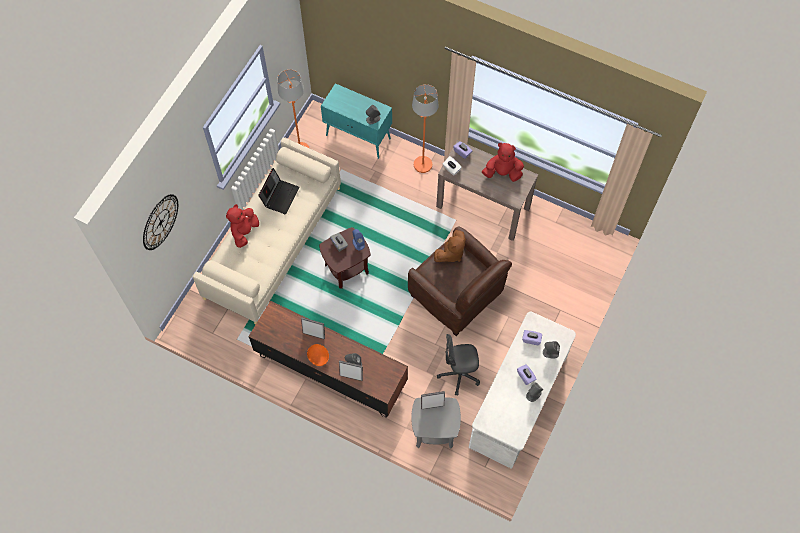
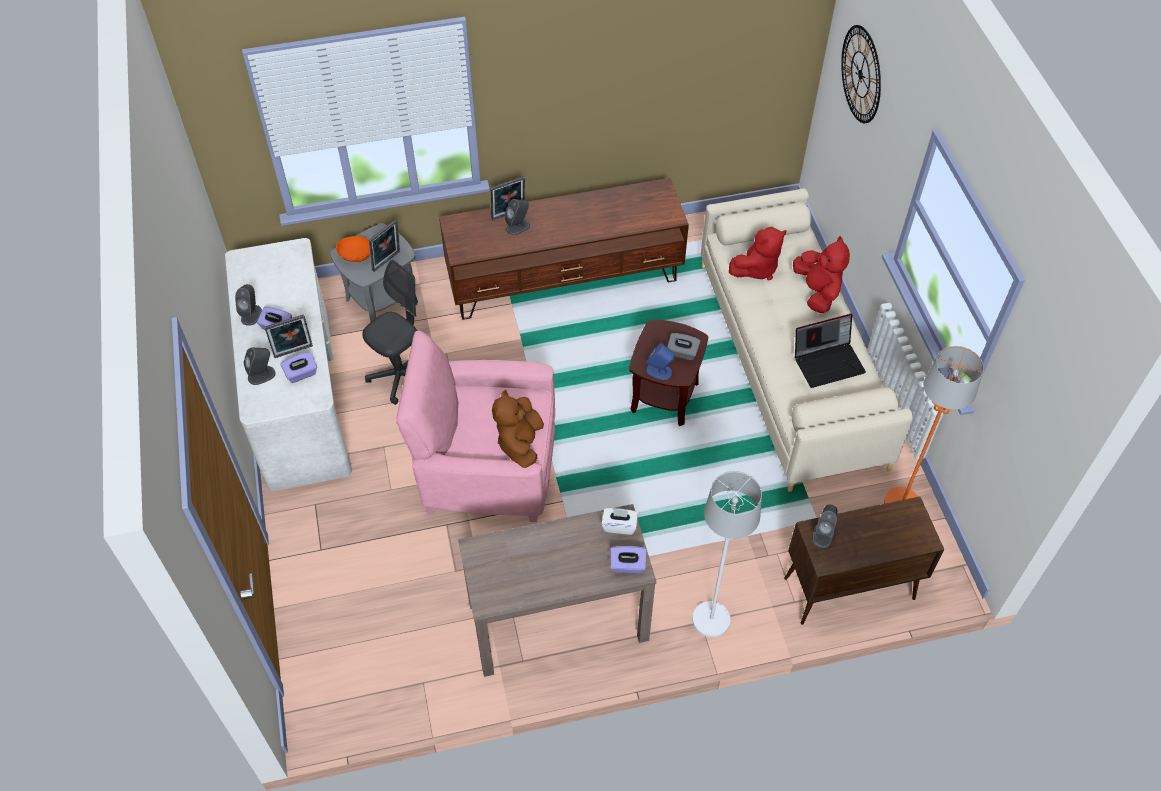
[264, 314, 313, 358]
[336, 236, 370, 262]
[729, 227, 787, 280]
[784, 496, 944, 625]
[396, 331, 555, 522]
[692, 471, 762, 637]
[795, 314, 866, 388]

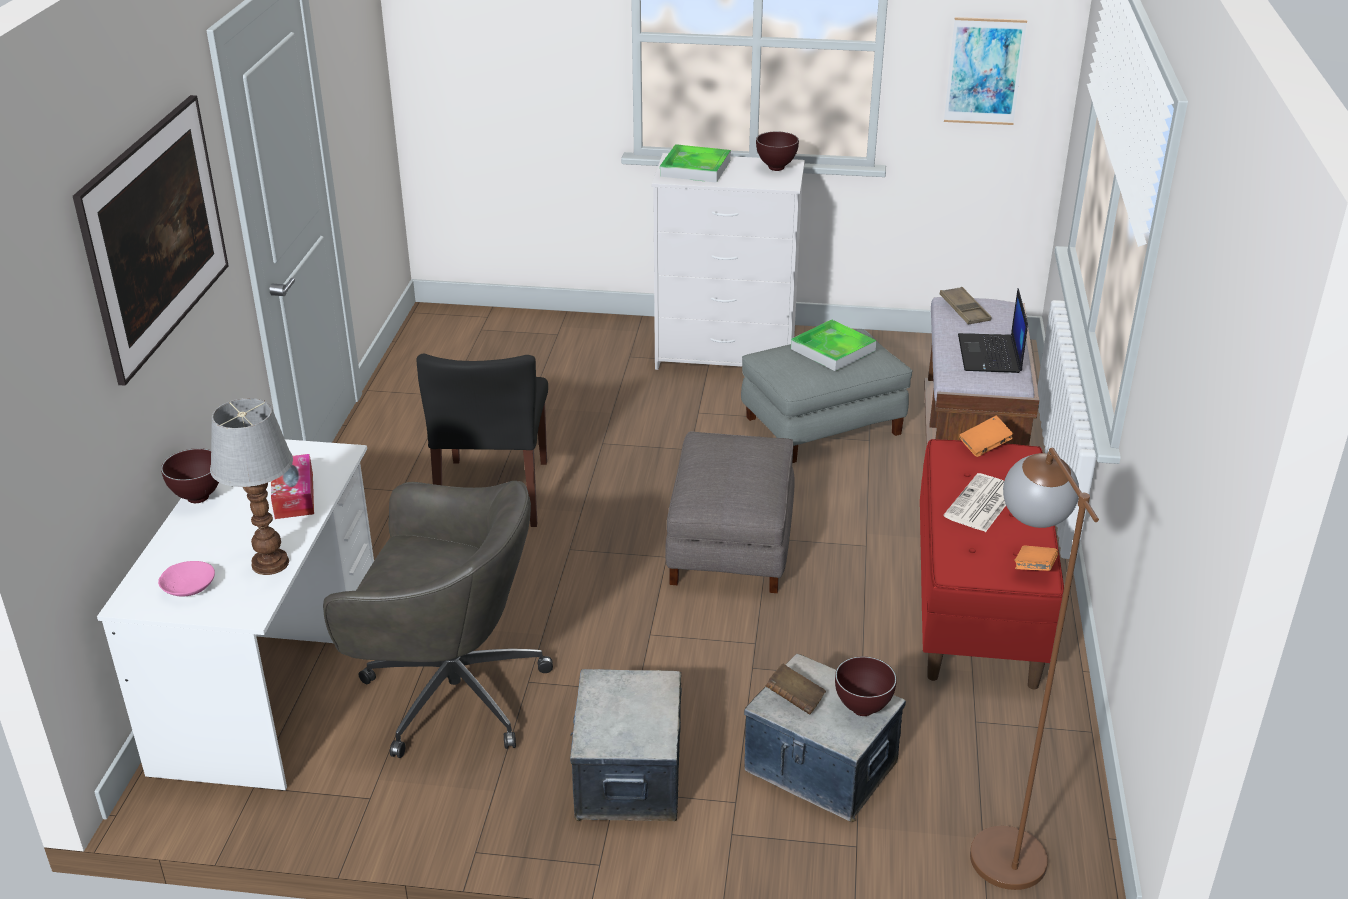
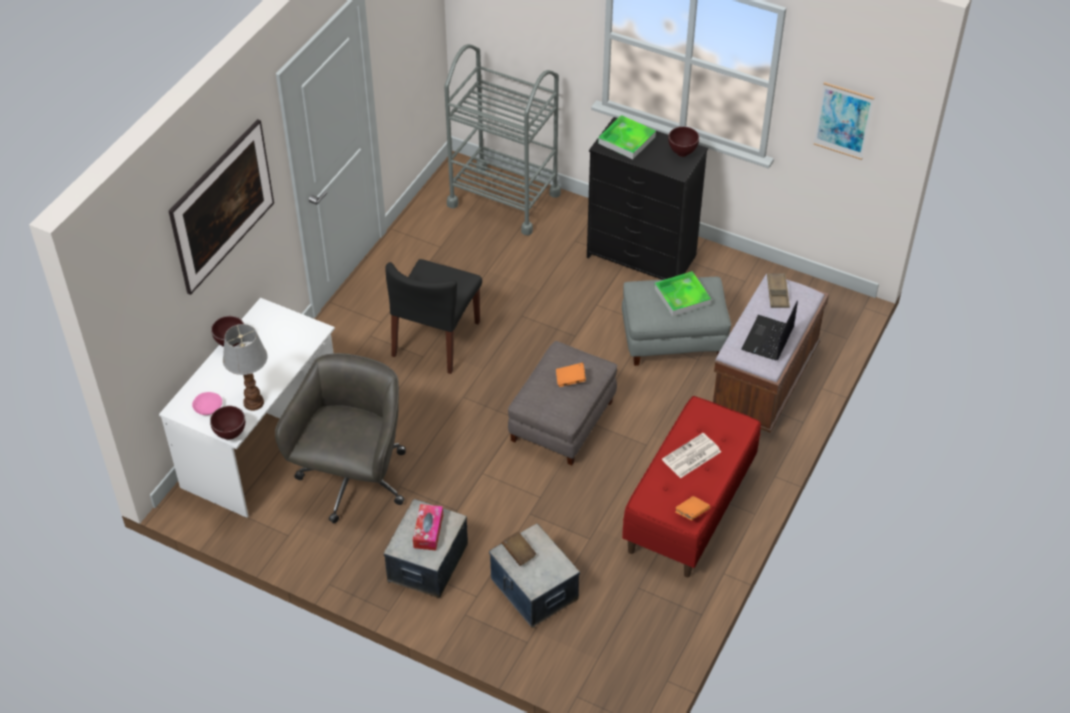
[970, 448, 1099, 890] (first image)
[444, 44, 561, 235]
[413, 504, 443, 551]
[210, 406, 245, 439]
[556, 363, 586, 387]
[587, 117, 708, 280]
[275, 353, 406, 524]

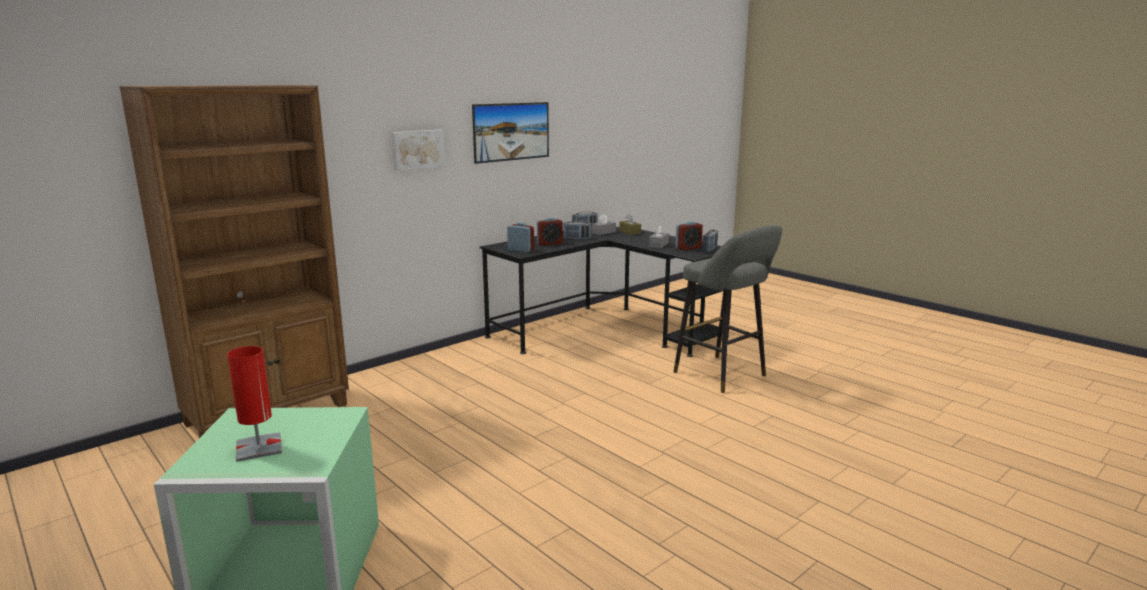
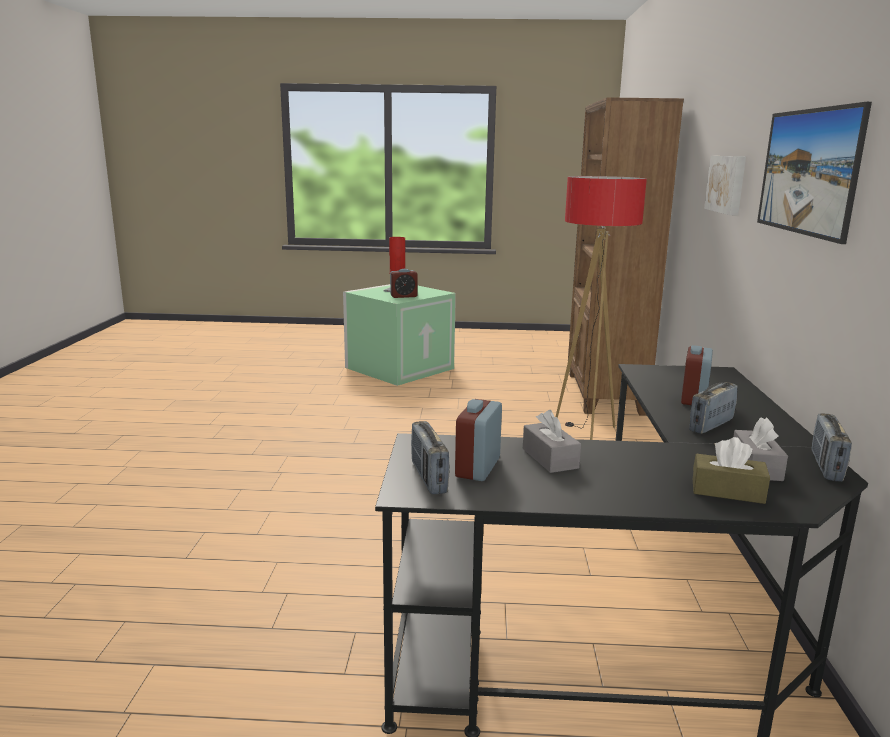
[673, 225, 782, 393] (first image)
[556, 176, 647, 440]
[390, 269, 417, 298]

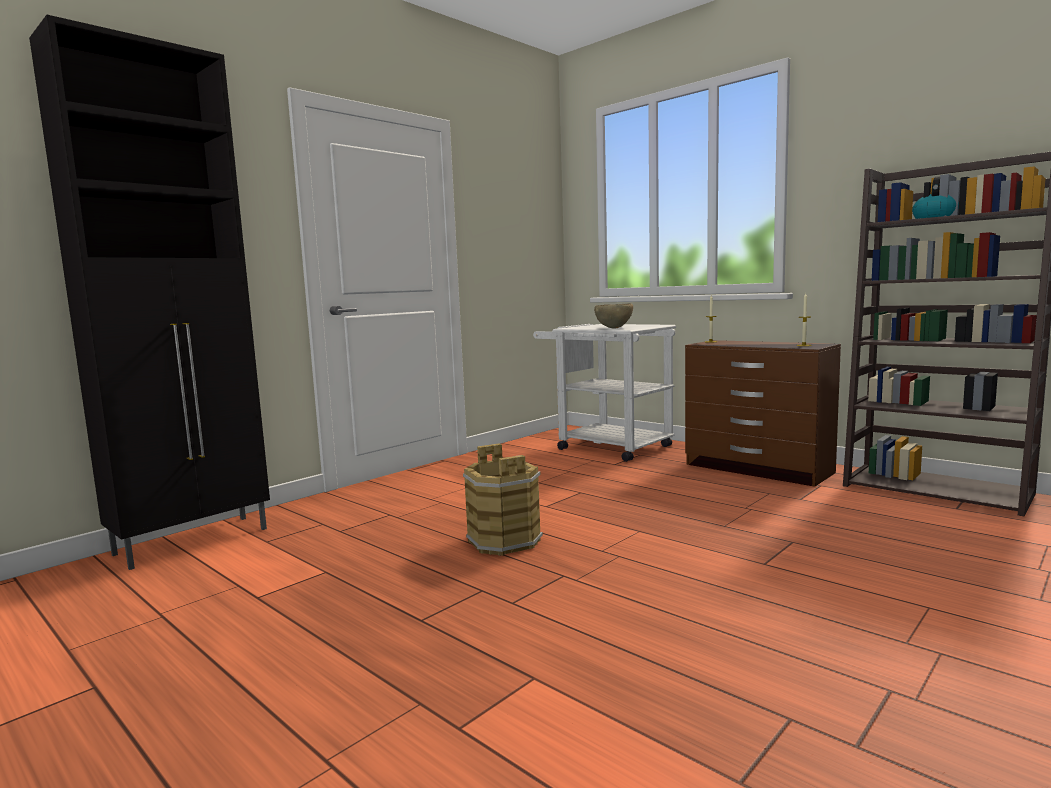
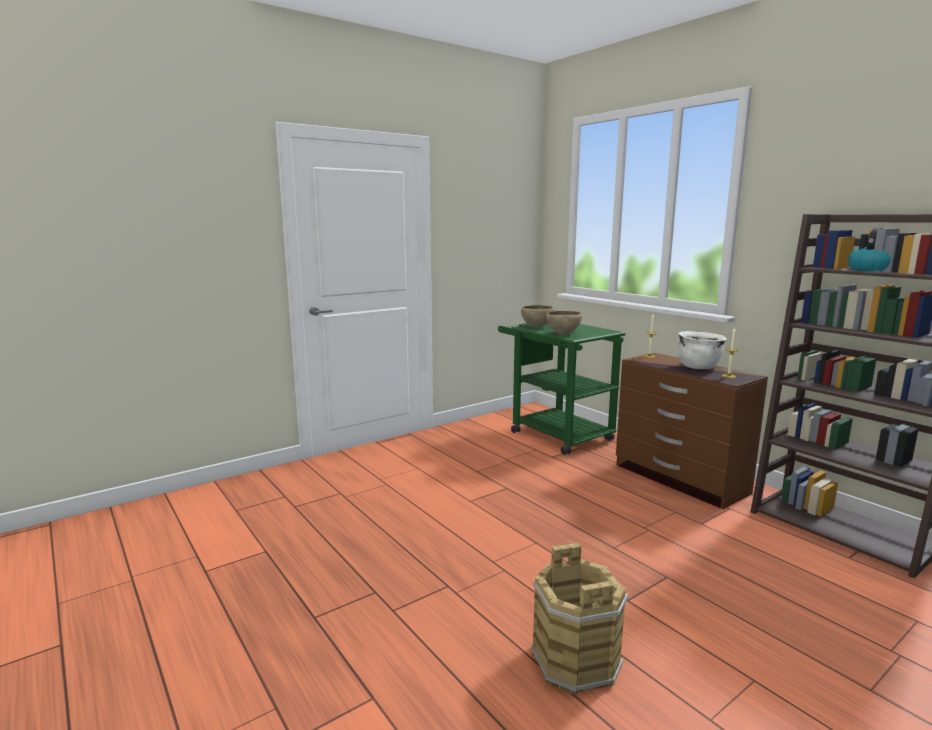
[29, 15, 270, 570] (first image)
[521, 305, 554, 328]
[679, 331, 727, 369]
[531, 543, 628, 695]
[498, 323, 625, 455]

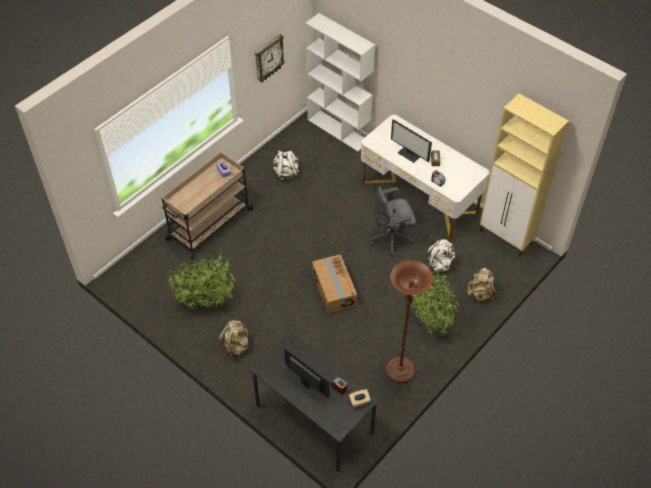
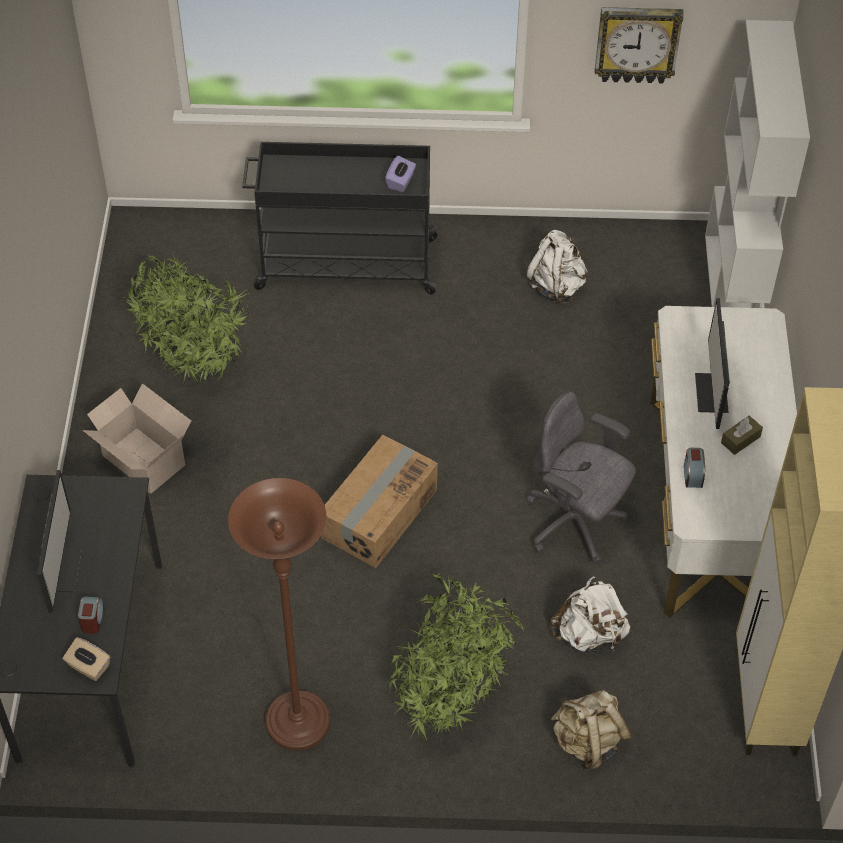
[83, 383, 191, 494]
[242, 142, 439, 295]

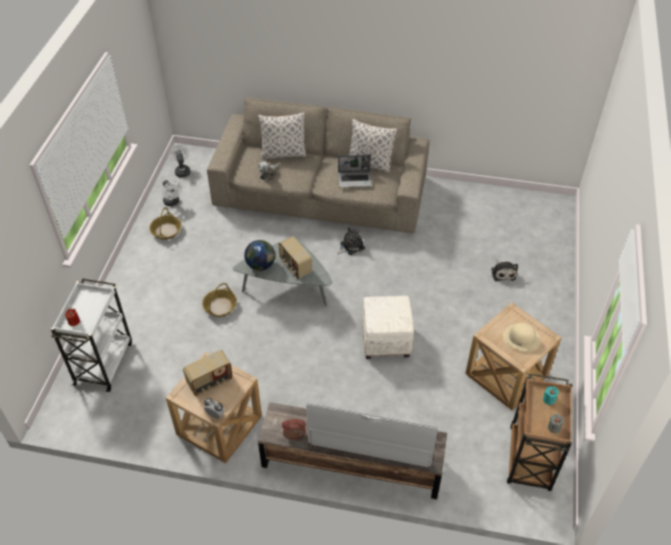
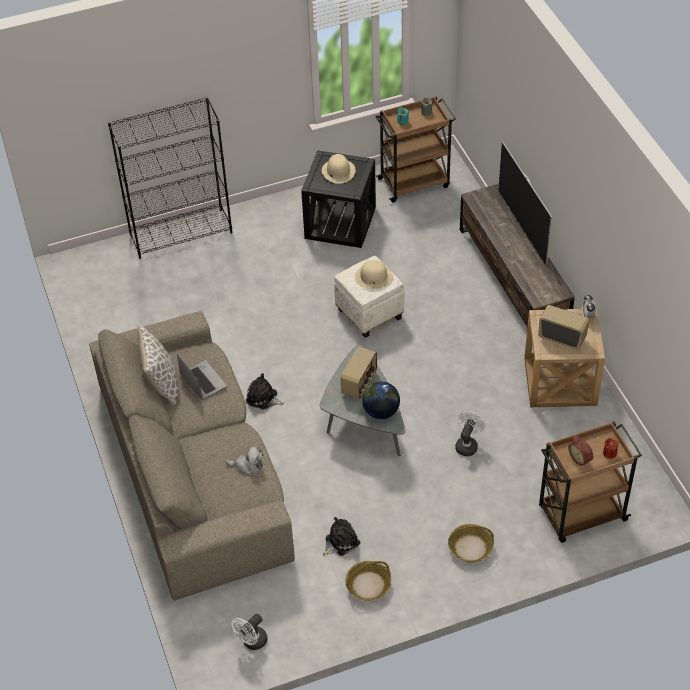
[258, 112, 306, 159] (first image)
[108, 97, 232, 259]
[355, 261, 393, 289]
[455, 411, 485, 456]
[448, 524, 494, 563]
[568, 435, 593, 466]
[323, 517, 360, 557]
[539, 422, 642, 543]
[301, 151, 376, 248]

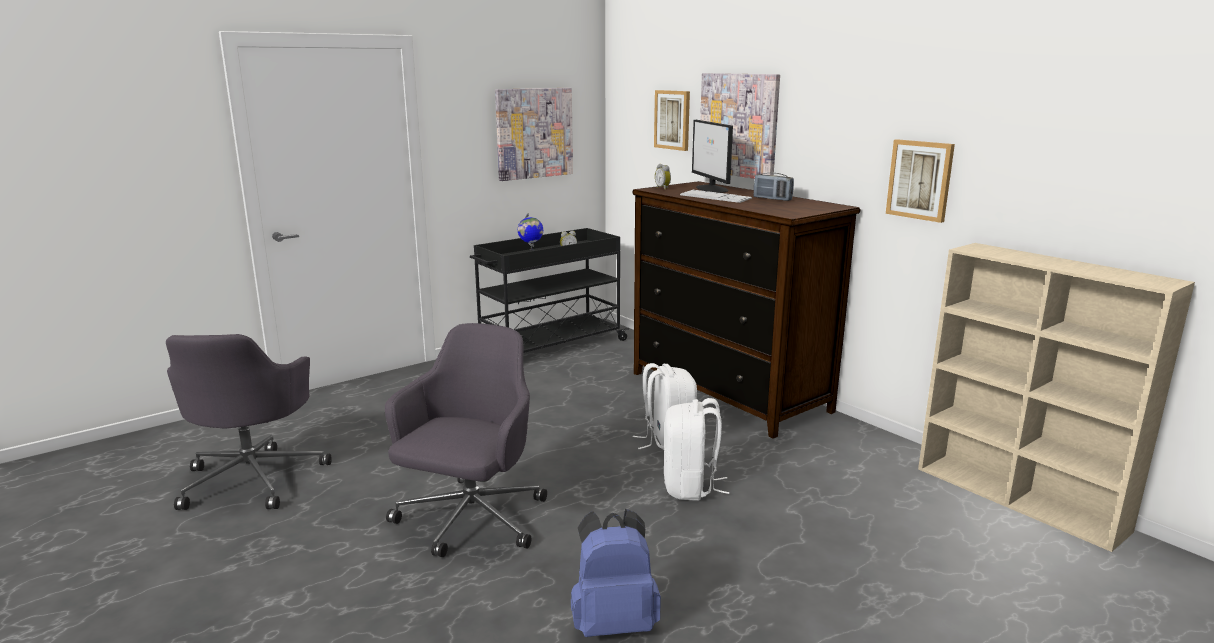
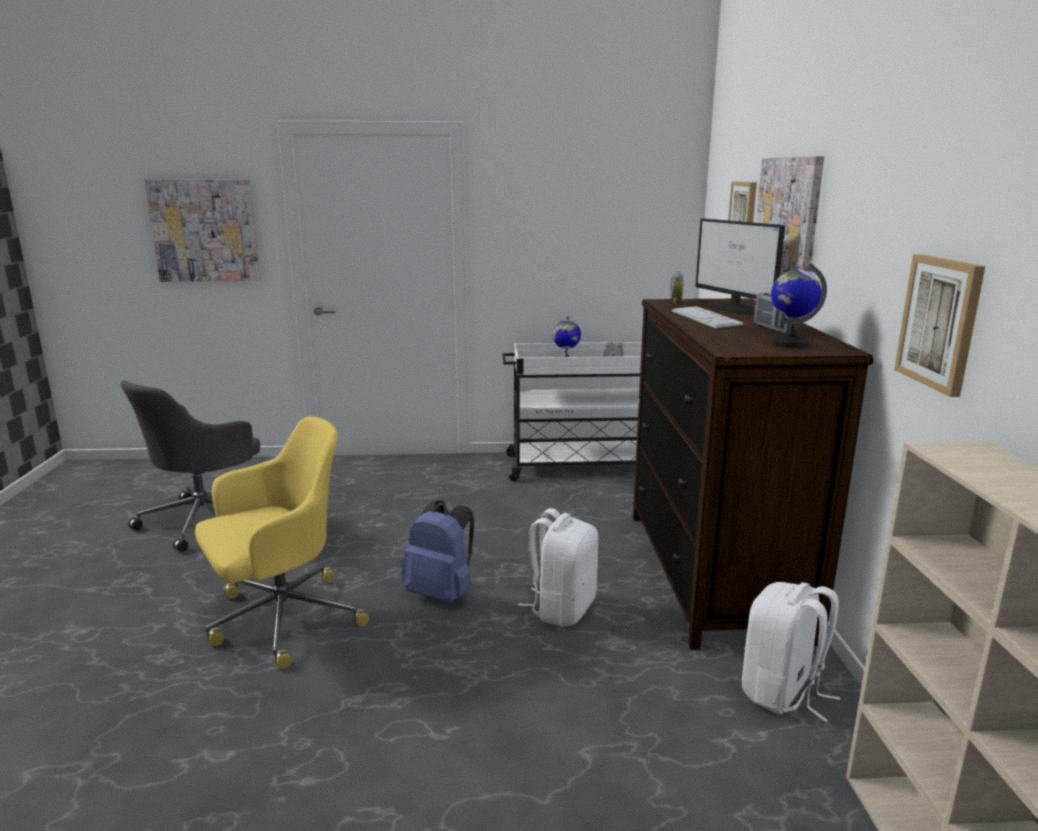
[771, 264, 827, 348]
[145, 179, 260, 282]
[402, 500, 474, 603]
[742, 582, 840, 722]
[195, 416, 369, 669]
[502, 342, 642, 481]
[695, 218, 785, 314]

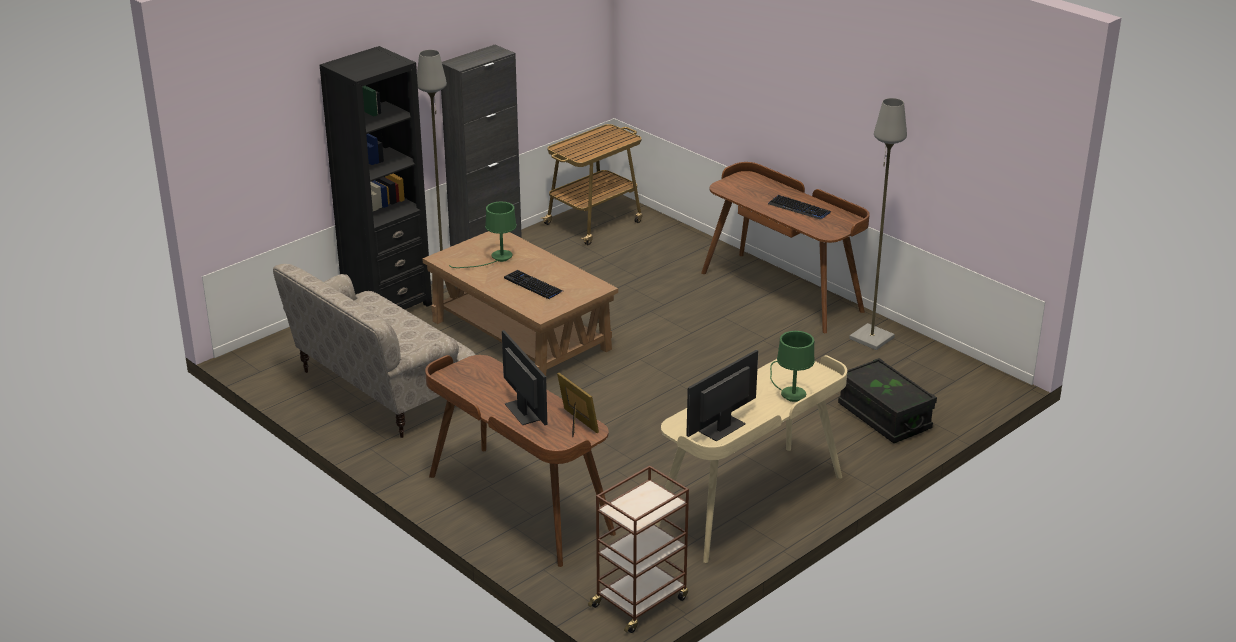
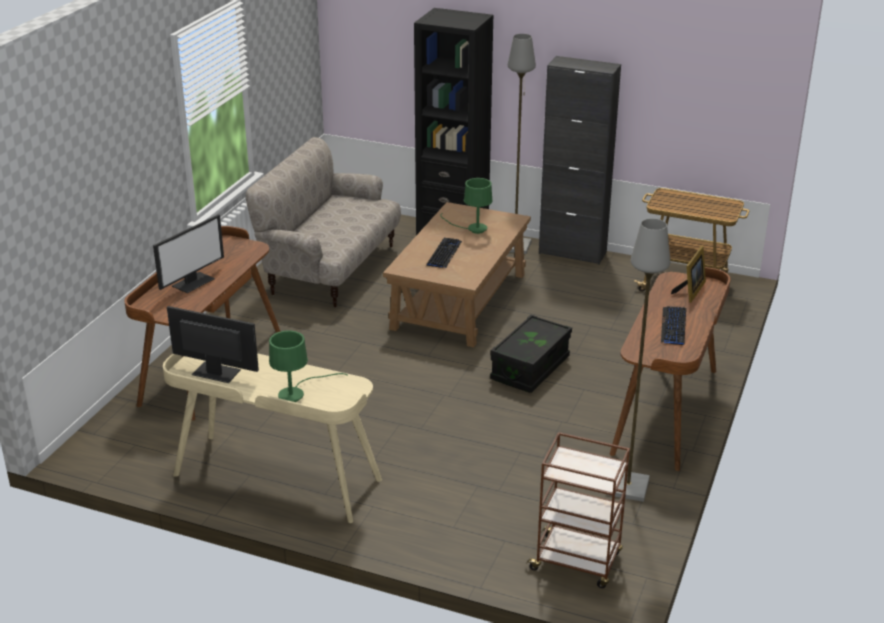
[671, 246, 706, 303]
[525, 432, 630, 588]
[490, 315, 572, 393]

